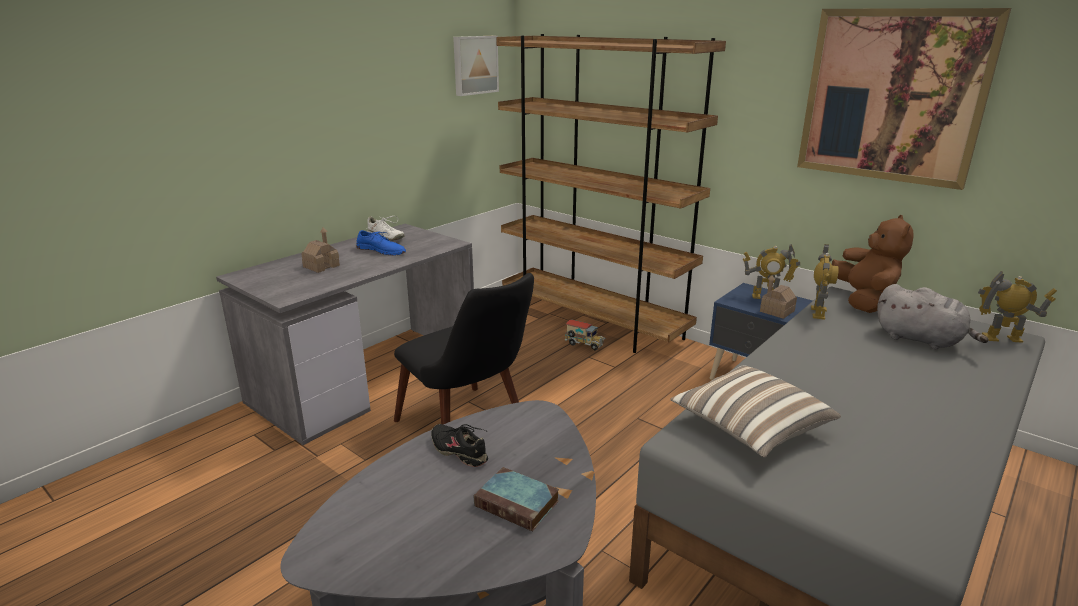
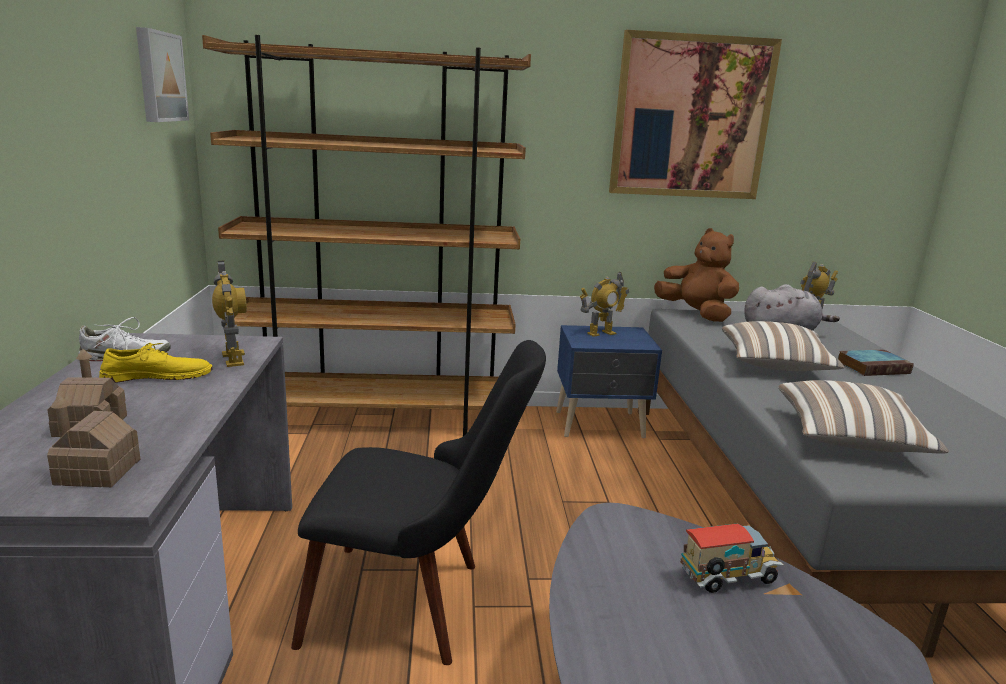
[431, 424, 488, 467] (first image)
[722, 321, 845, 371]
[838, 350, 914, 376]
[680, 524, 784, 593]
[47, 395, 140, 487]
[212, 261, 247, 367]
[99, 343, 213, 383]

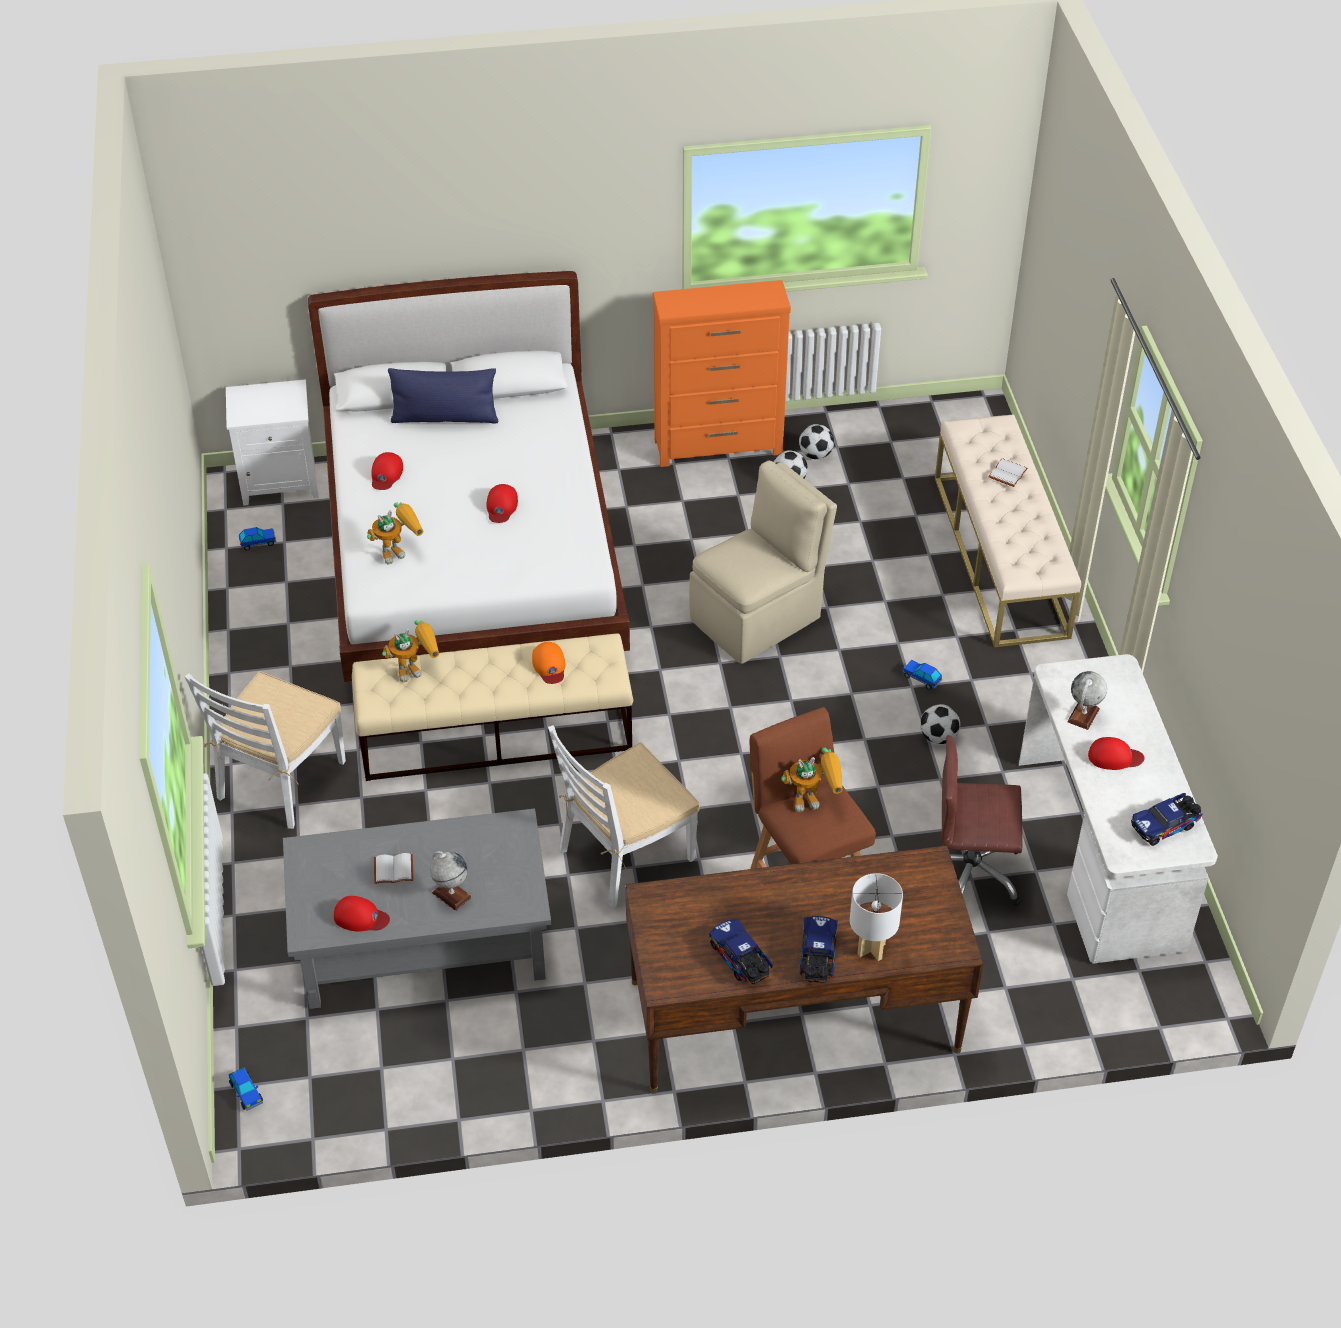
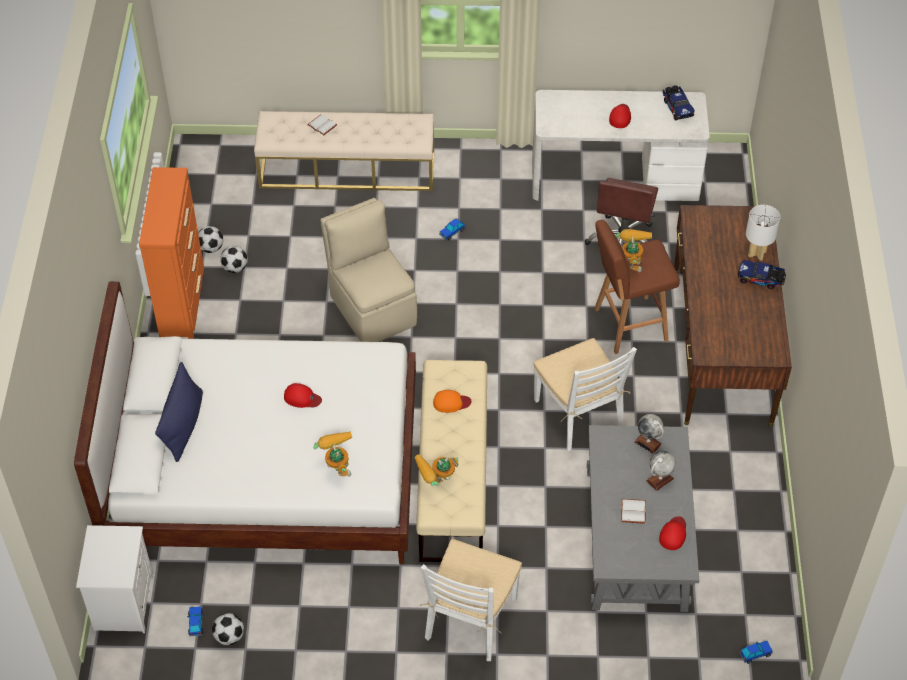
[371, 452, 403, 490] (first image)
[709, 918, 773, 984] (first image)
[212, 613, 244, 645]
[634, 414, 664, 454]
[420, 539, 522, 661]
[415, 454, 459, 486]

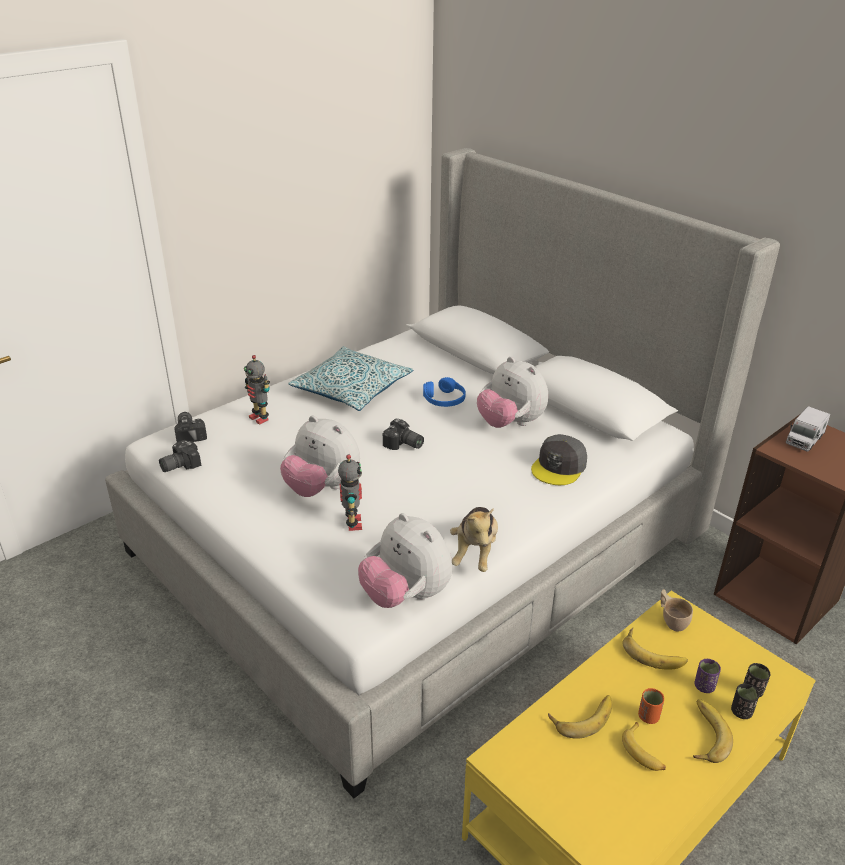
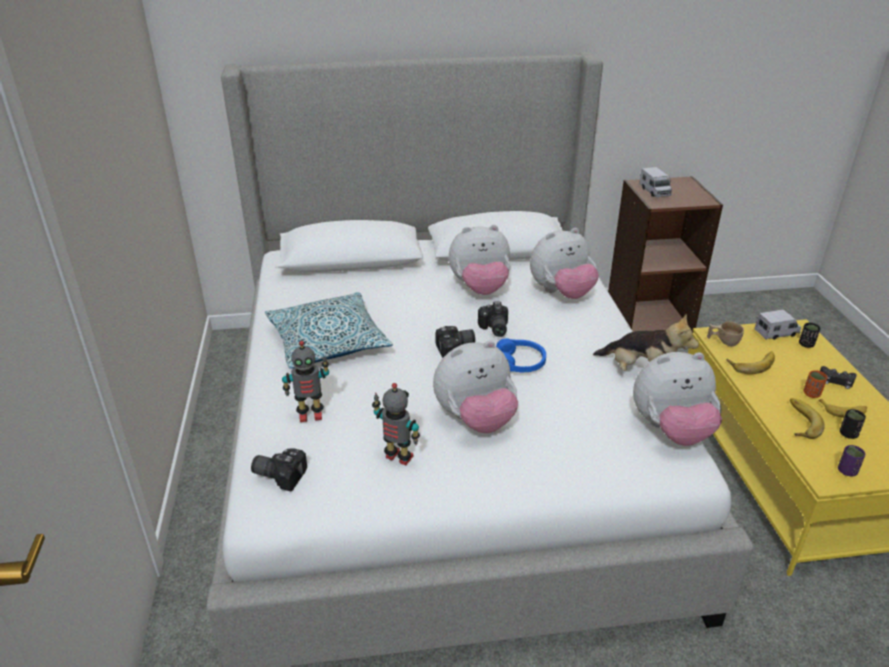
[755, 309, 801, 340]
[478, 301, 508, 337]
[372, 383, 420, 465]
[496, 338, 546, 373]
[838, 445, 865, 476]
[840, 409, 866, 439]
[530, 228, 599, 299]
[820, 366, 857, 389]

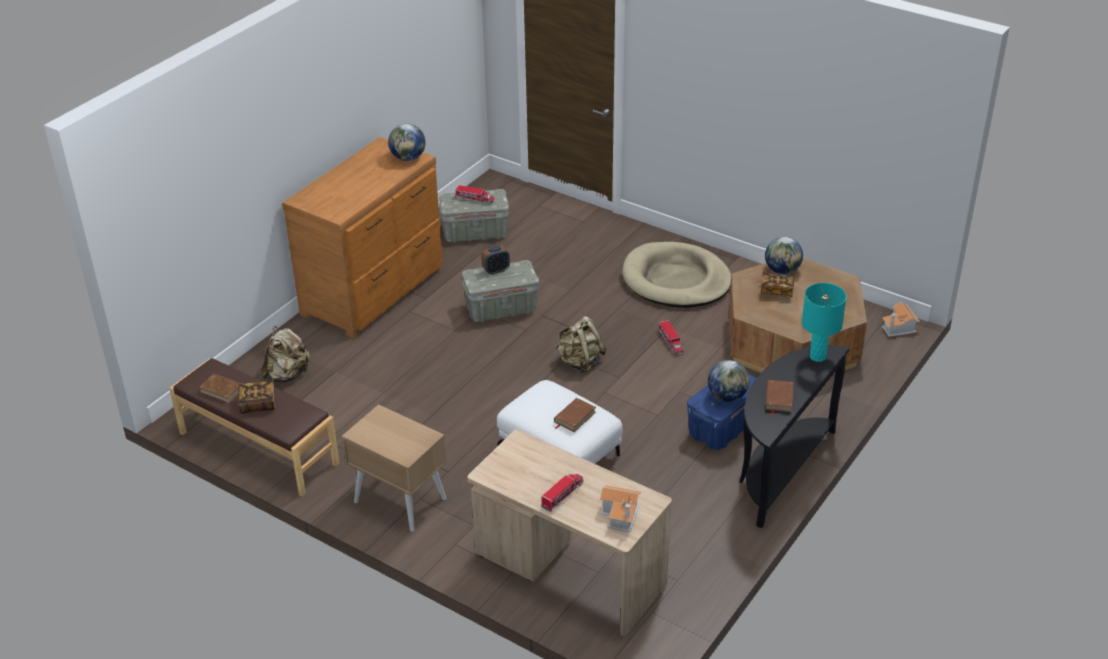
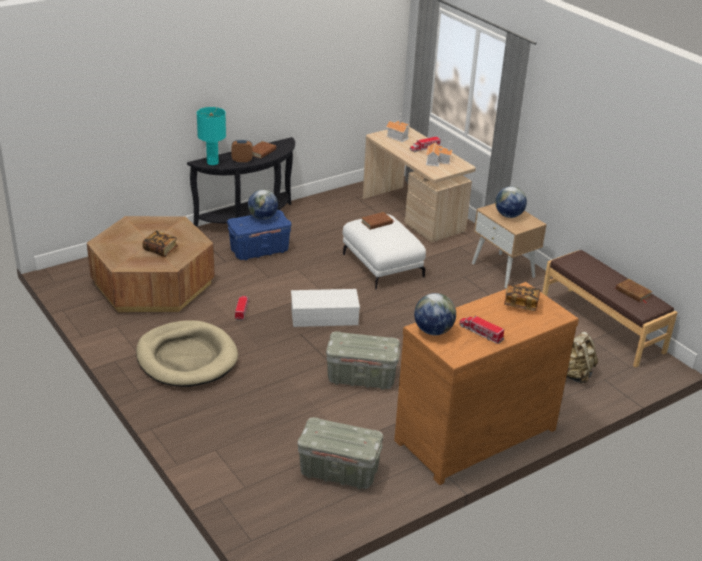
[504, 284, 540, 311]
[459, 315, 504, 344]
[231, 140, 253, 162]
[495, 186, 527, 218]
[426, 141, 452, 166]
[291, 289, 360, 327]

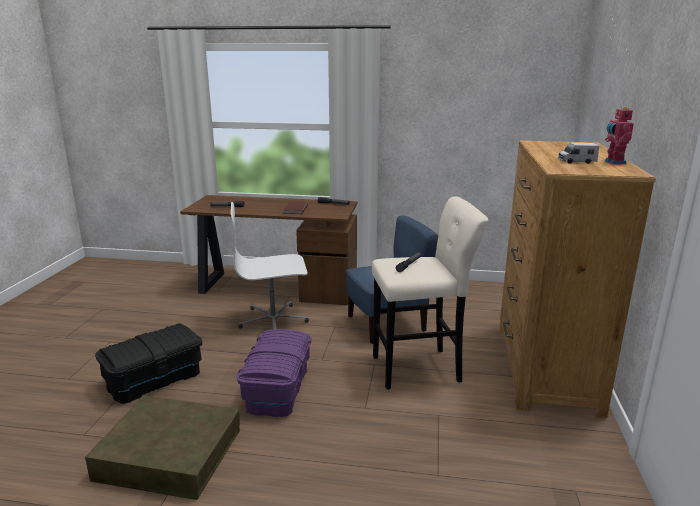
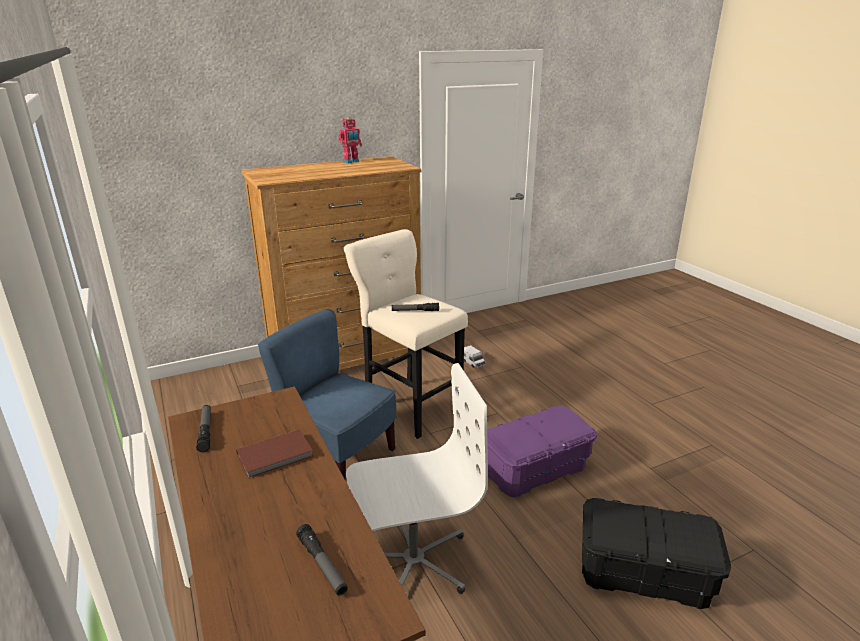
[85, 396, 240, 500] (first image)
[464, 345, 485, 368]
[346, 363, 488, 594]

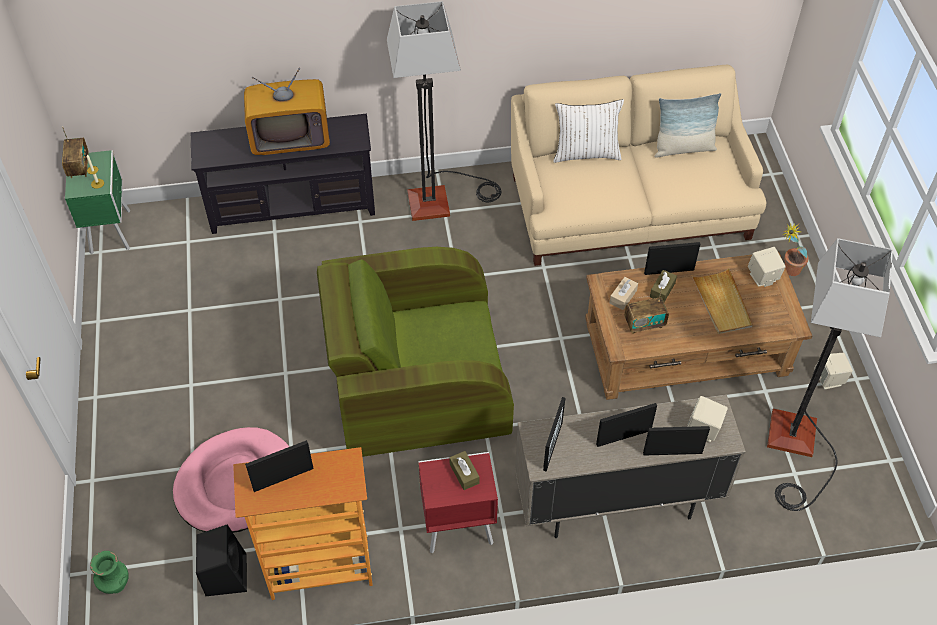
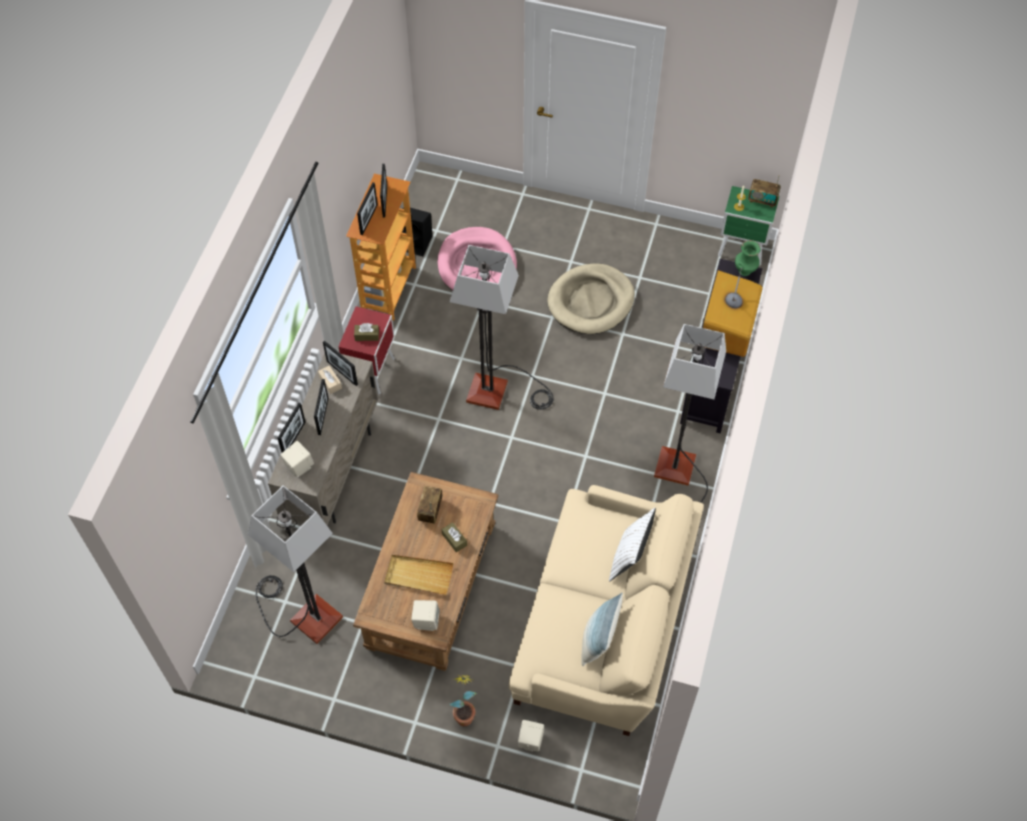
[547, 263, 635, 334]
[735, 240, 760, 276]
[318, 366, 342, 394]
[357, 182, 378, 235]
[518, 720, 544, 752]
[450, 245, 554, 410]

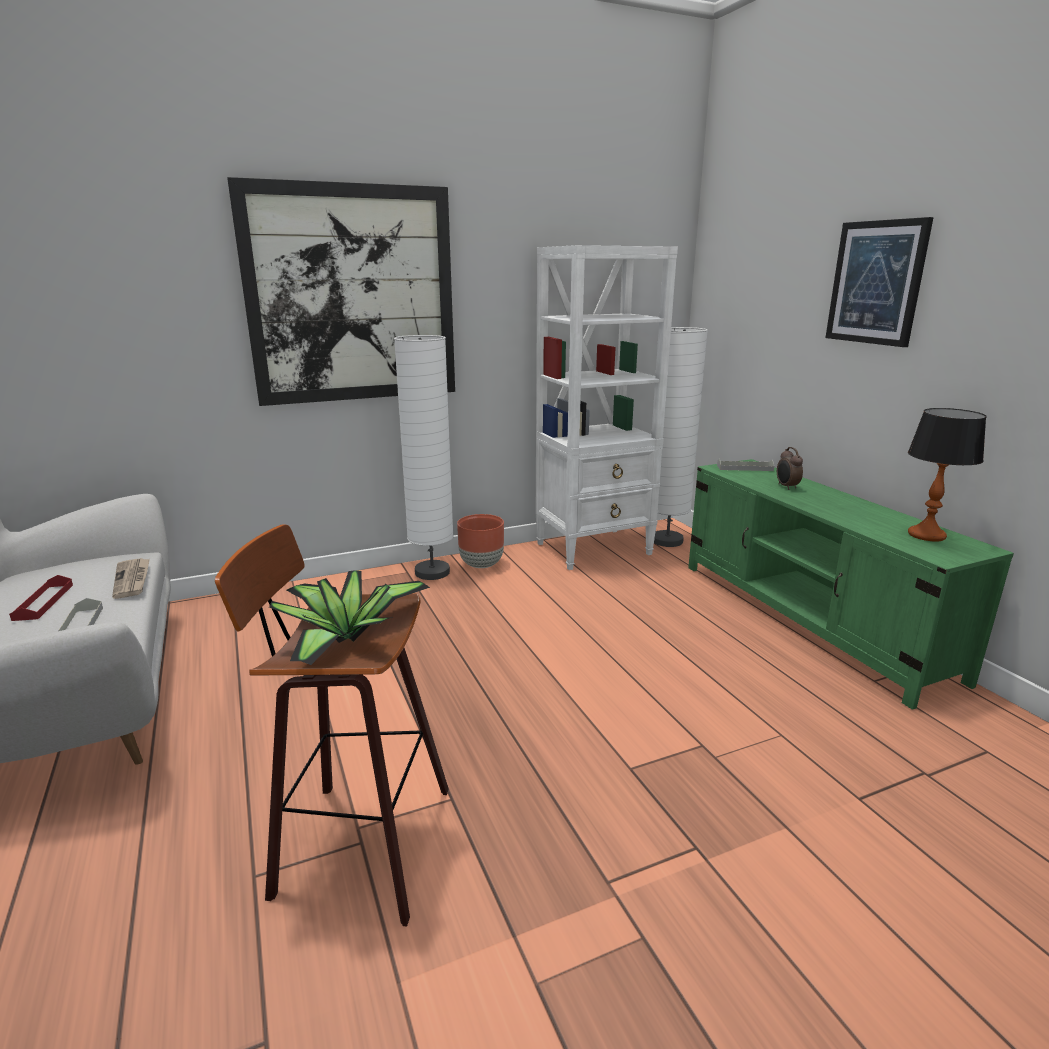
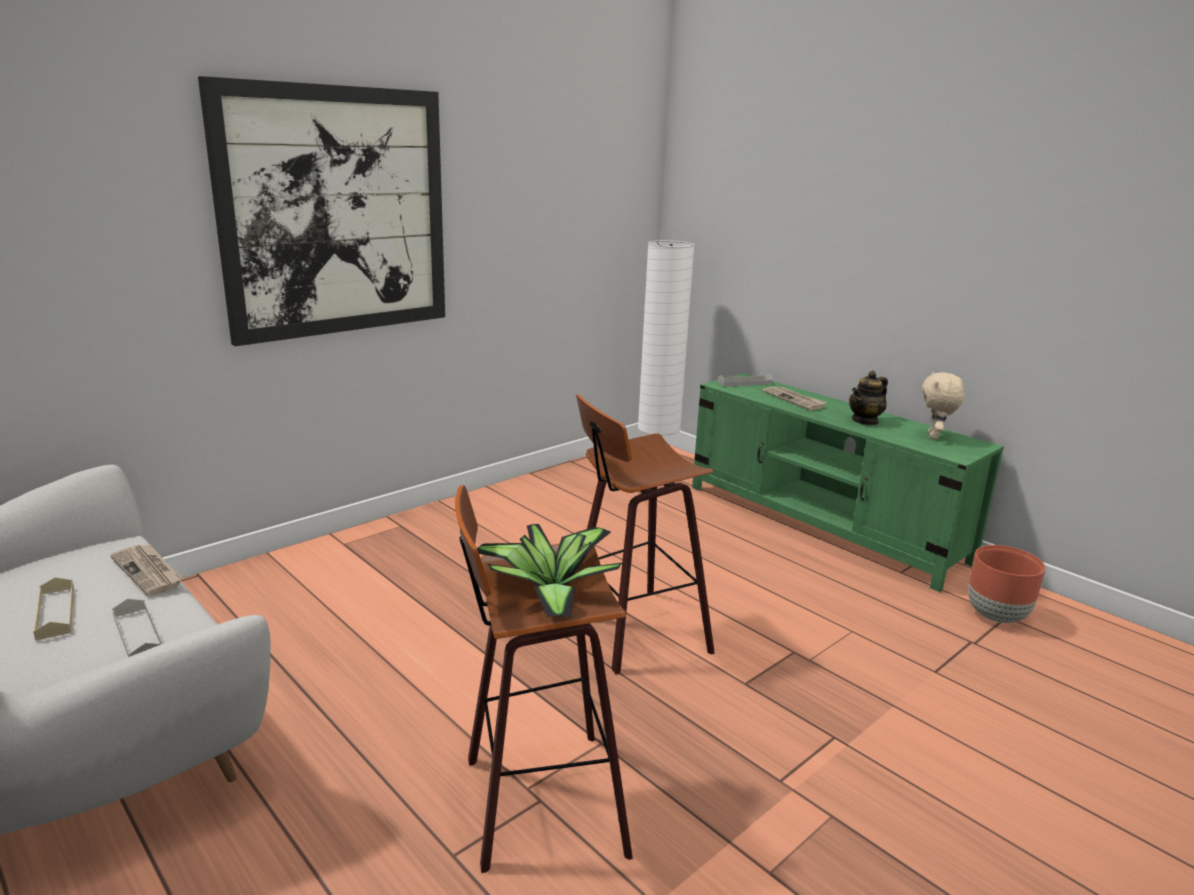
[394, 335, 454, 580] (first image)
[536, 245, 678, 570] (first image)
[825, 217, 934, 347] (first image)
[576, 394, 715, 674]
[849, 371, 888, 426]
[968, 545, 1045, 623]
[763, 387, 827, 411]
[922, 372, 964, 440]
[33, 577, 74, 640]

